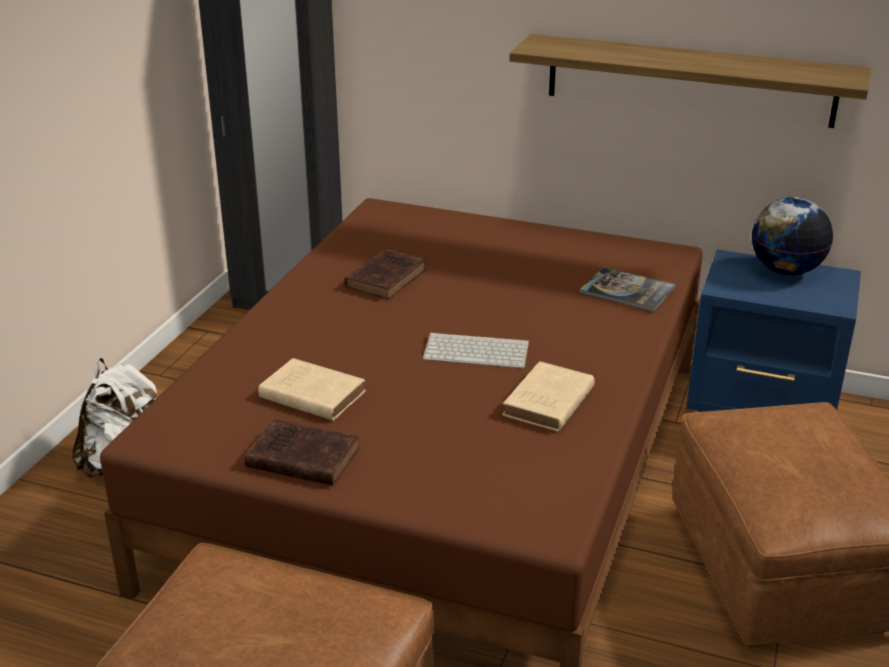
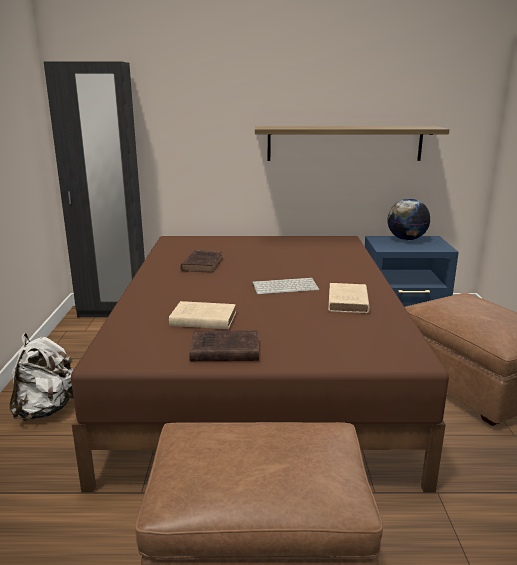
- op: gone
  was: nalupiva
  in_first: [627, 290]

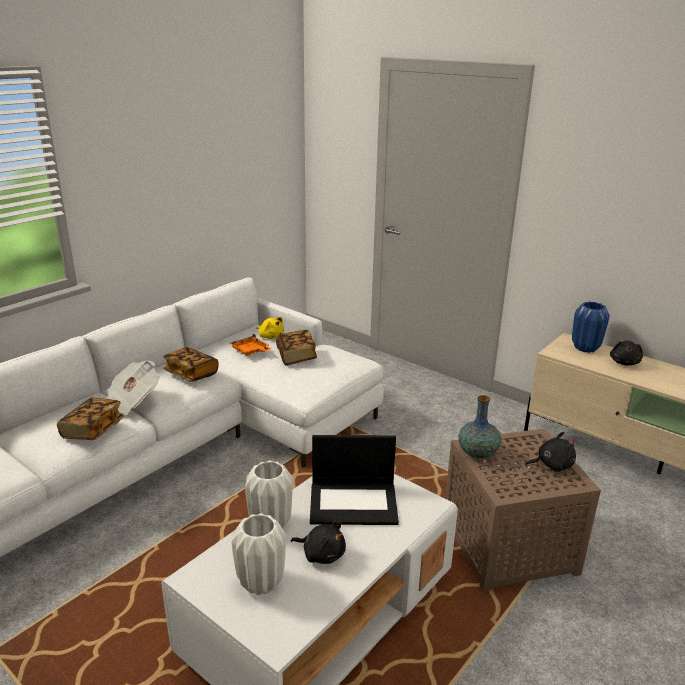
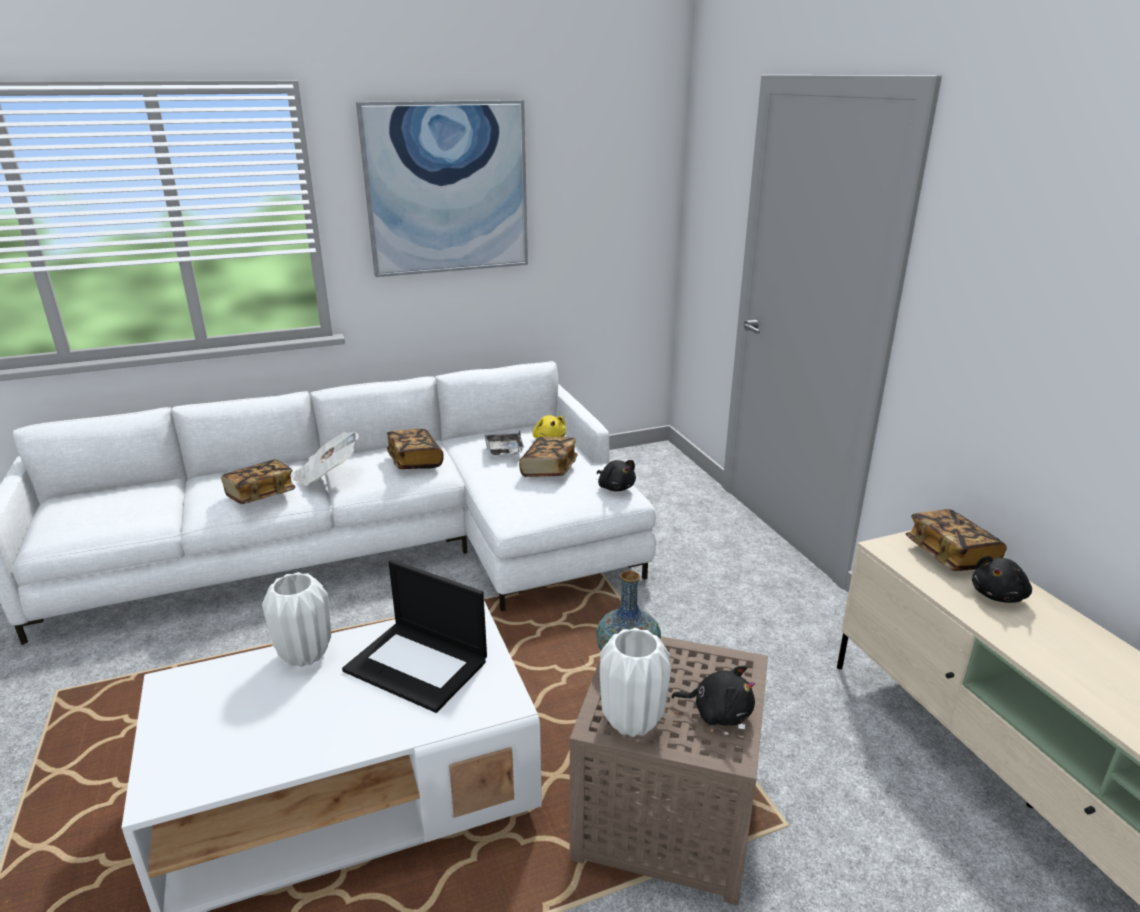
- op: new
  now: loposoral
  in_second: [447, 188]
- op: shifted
  was: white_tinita
  in_first: [261, 583]
  in_second: [633, 721]
- op: shifted
  was: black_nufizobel
  in_first: [322, 554]
  in_second: [615, 487]
- op: swapped
  was: blue_tinita
  now: nalupiva
  in_first: [585, 348]
  in_second: [950, 555]
- op: repainted
  was: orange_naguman
  now: grey_naguman
  in_first: [250, 351]
  in_second: [504, 451]

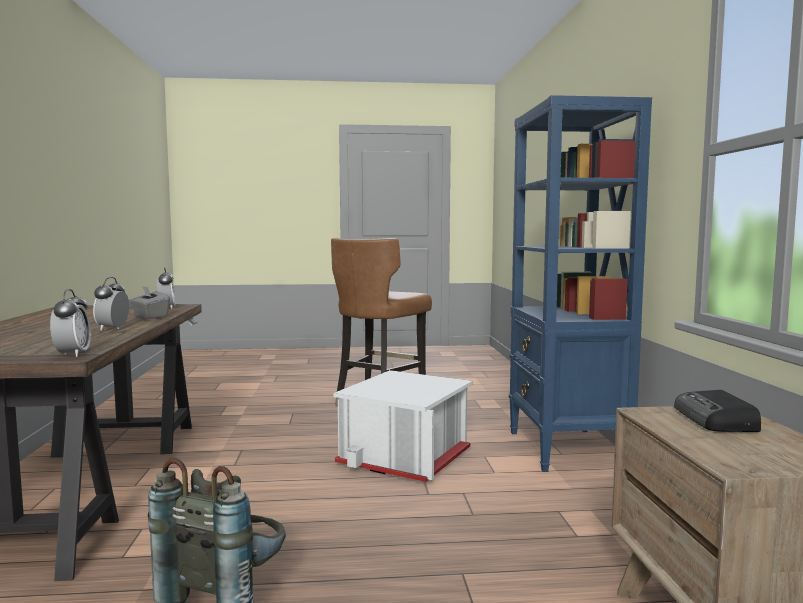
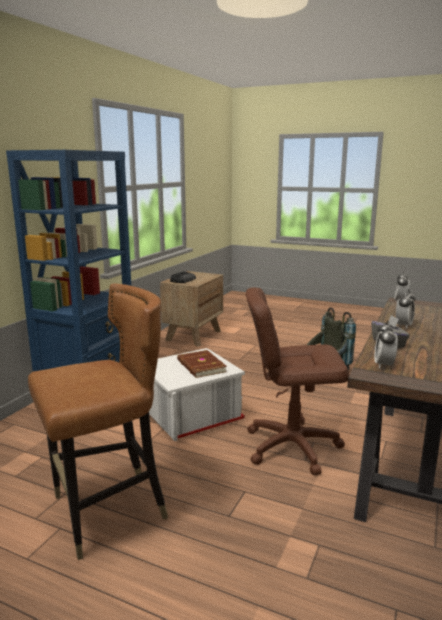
- op: new
  now: brown_nalupiva
  in_second: [200, 366]
- op: new
  now: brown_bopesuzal
  in_second: [292, 446]

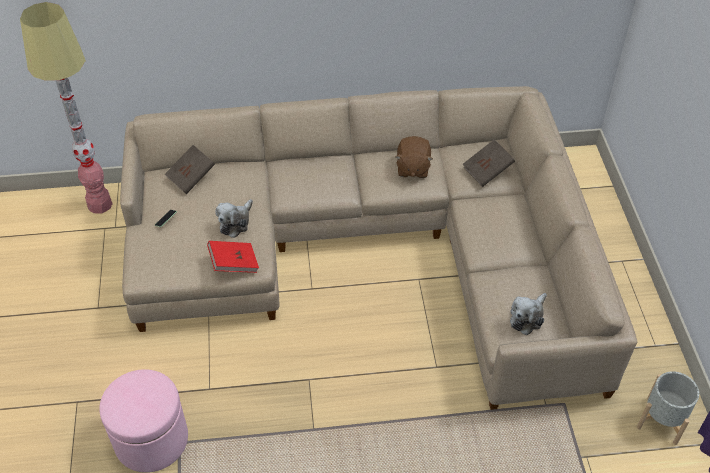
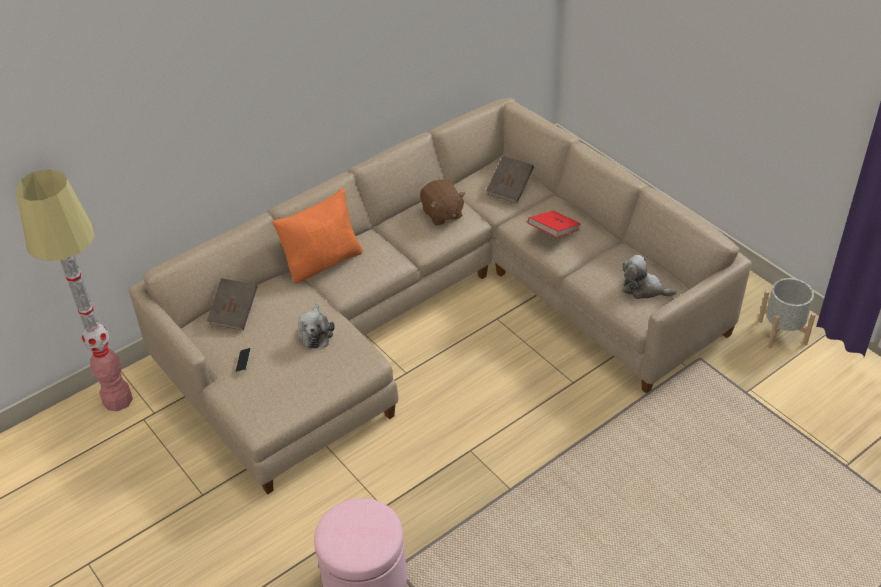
- op: new
  now: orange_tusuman
  in_second: [323, 262]
- op: shifted
  was: red_nalupiva
  in_first: [234, 264]
  in_second: [553, 232]
- op: rotated
  was: nufizobel
  in_first: [527, 317]
  in_second: [644, 289]
  clockwise: 105

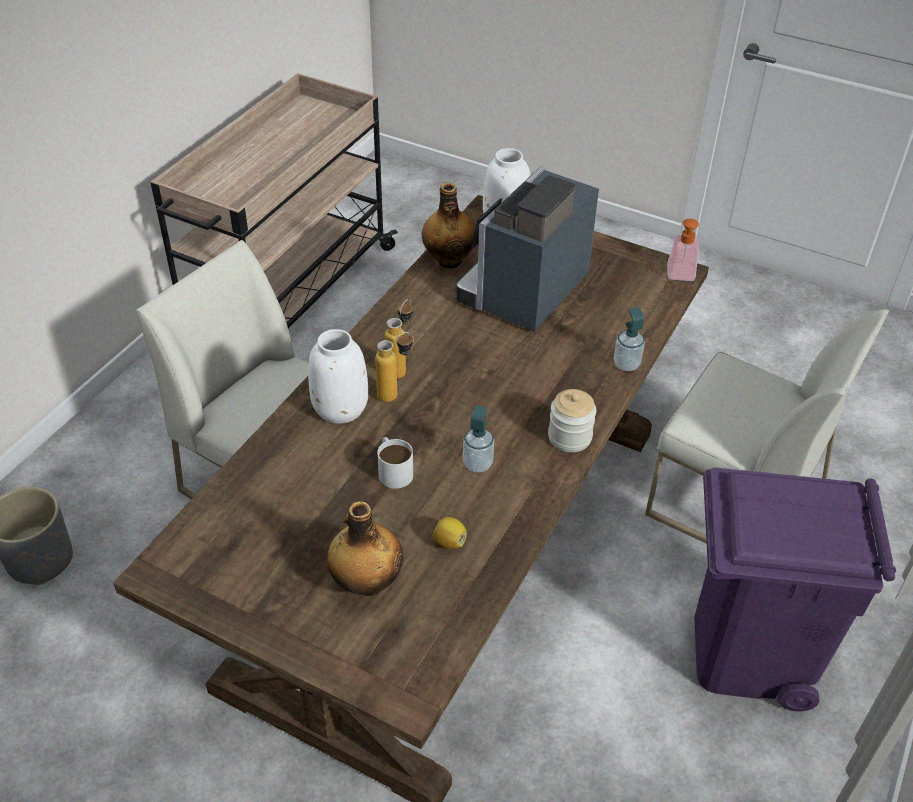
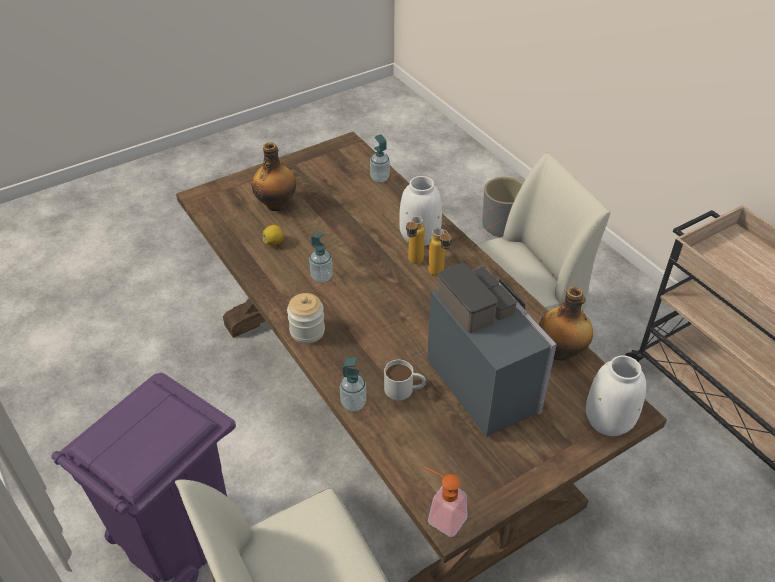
- op: new
  now: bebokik
  in_second: [379, 178]
- op: shifted
  was: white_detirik
  in_first: [393, 470]
  in_second: [404, 389]

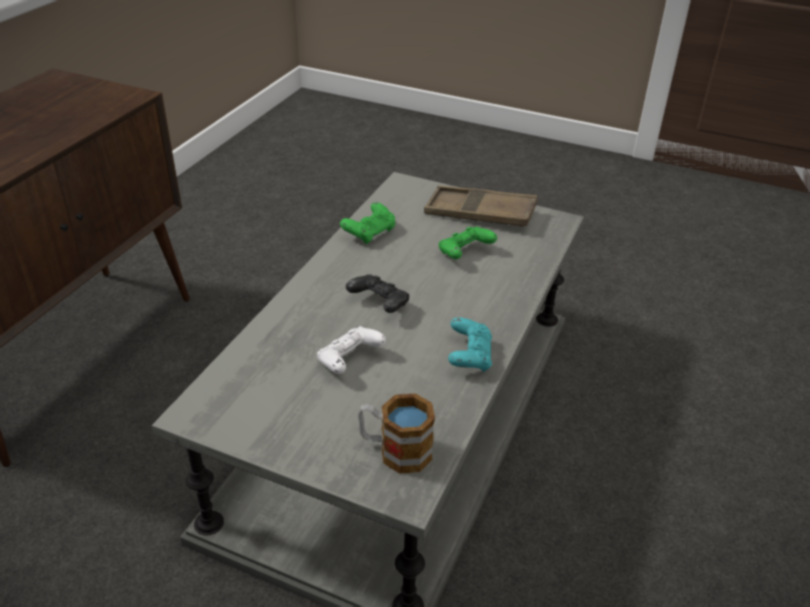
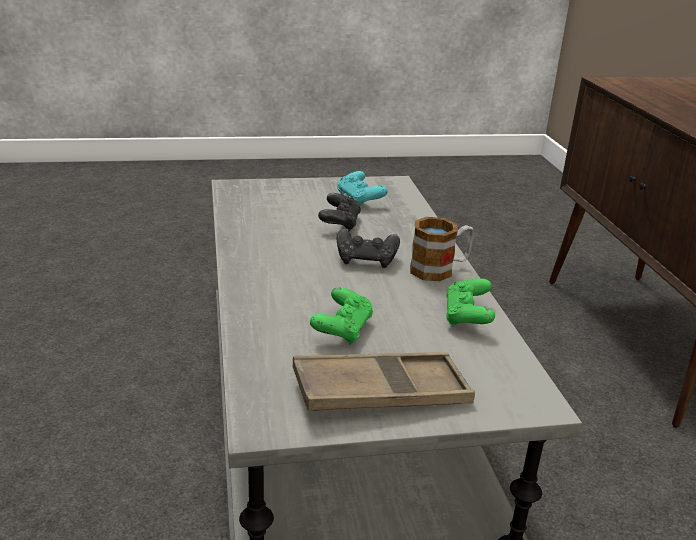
- op: shifted
  was: detirik
  in_first: [395, 451]
  in_second: [440, 269]
- op: shifted
  was: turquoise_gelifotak
  in_first: [469, 356]
  in_second: [359, 199]
- op: repainted
  was: white_gelifotak
  now: black_gelifotak
  in_first: [349, 361]
  in_second: [340, 223]

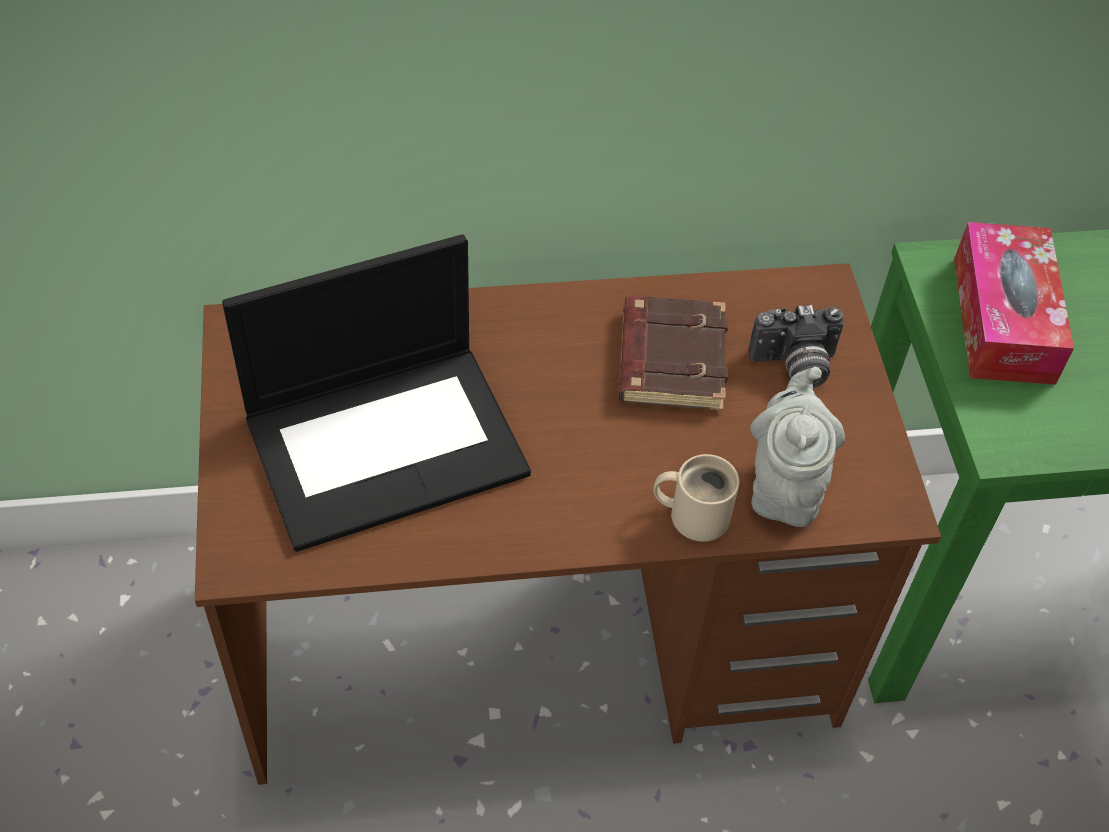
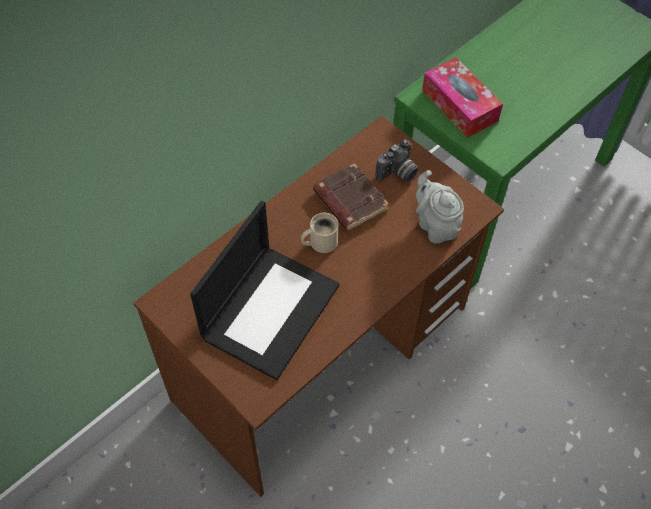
- op: shifted
  was: beige_detirik
  in_first: [694, 513]
  in_second: [320, 241]

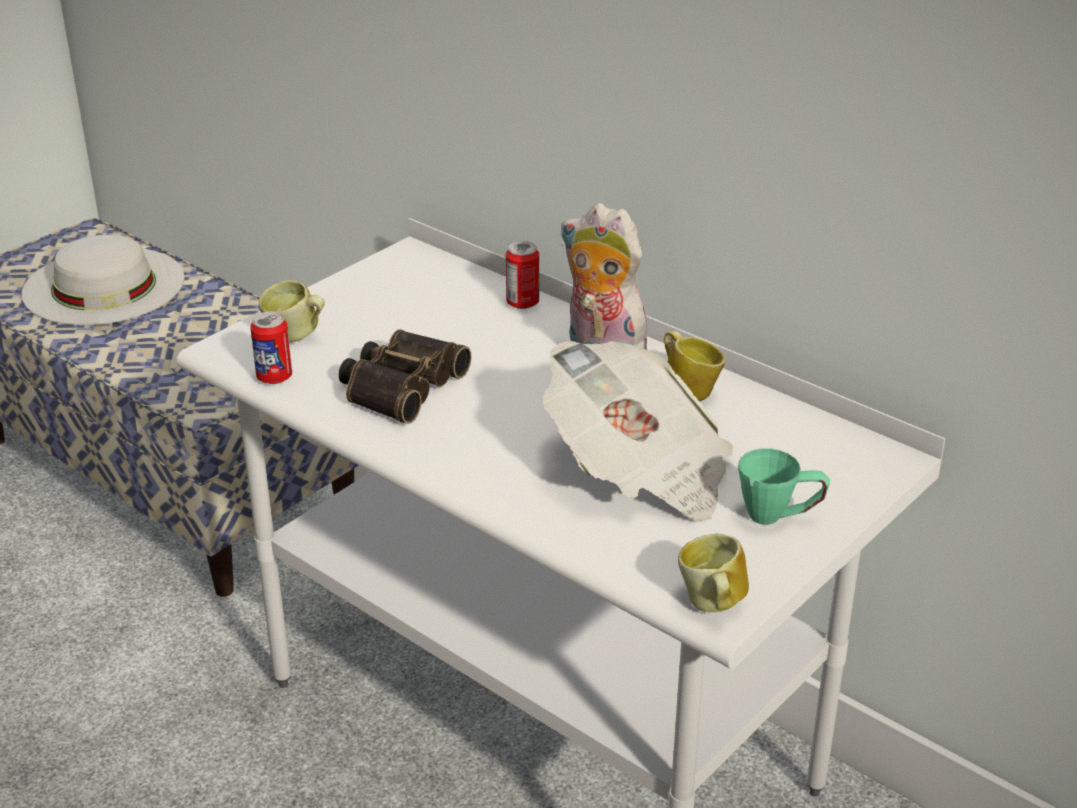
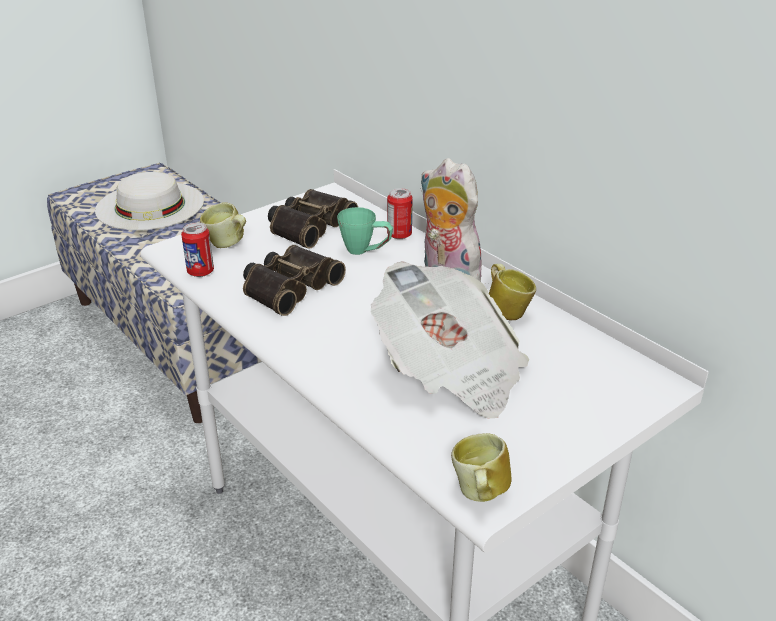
- op: new
  now: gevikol
  in_second: [308, 226]
- op: shifted
  was: green_detirik
  in_first: [779, 516]
  in_second: [365, 251]

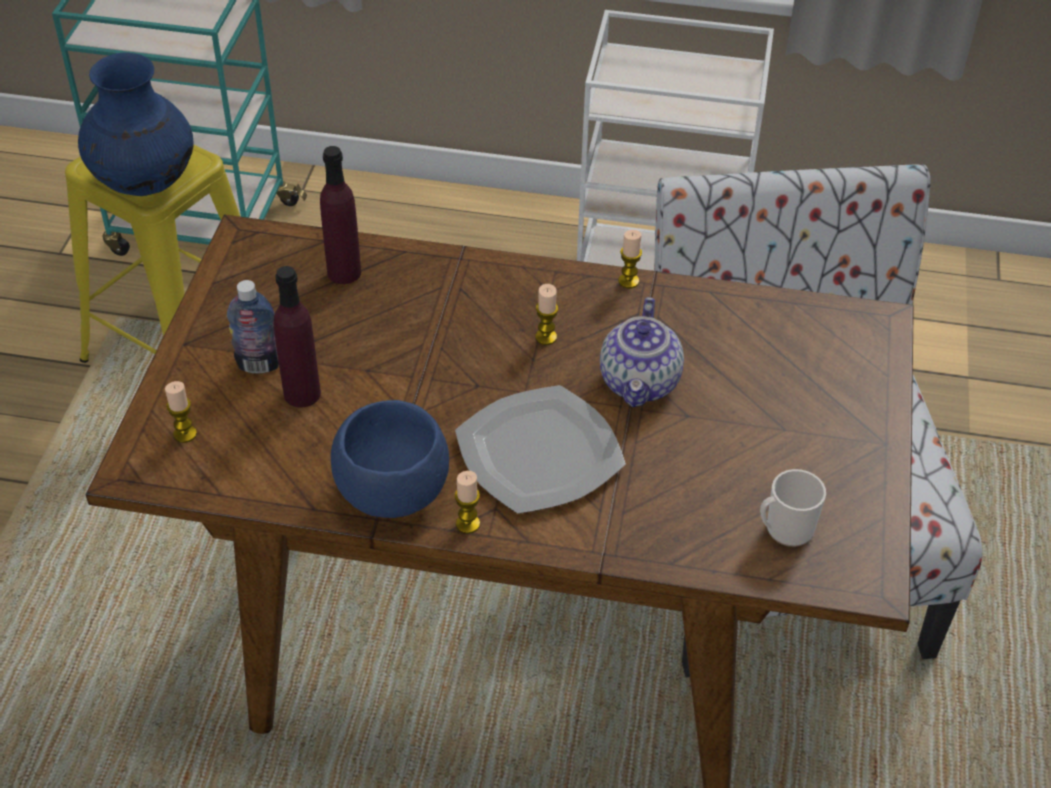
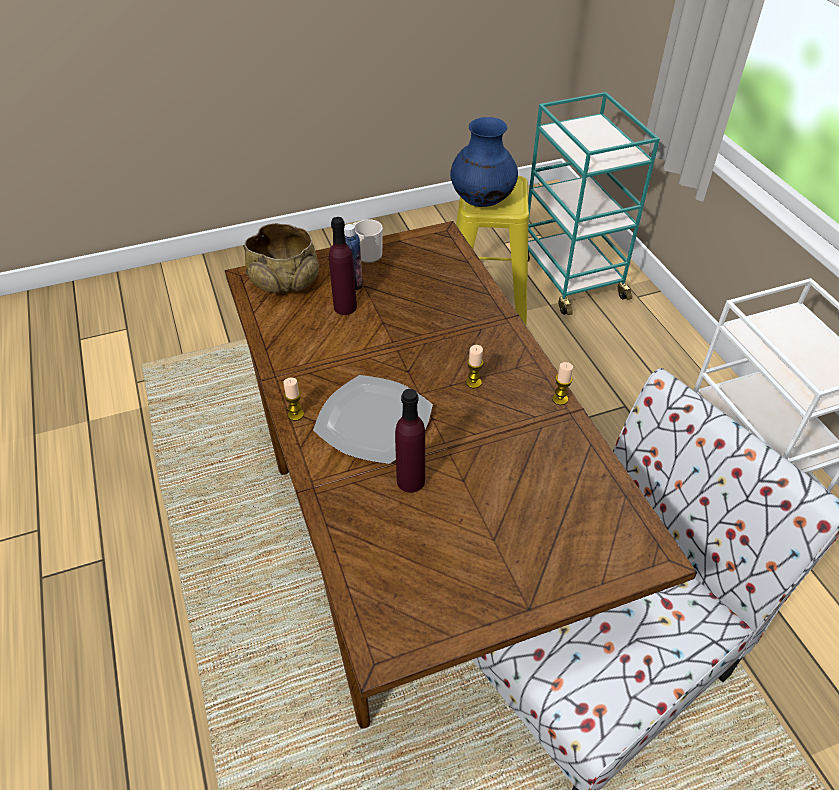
- op: gone
  was: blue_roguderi
  in_first: [393, 494]
- op: gone
  was: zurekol
  in_first: [640, 383]
- op: shifted
  was: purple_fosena
  in_first: [344, 272]
  in_second: [410, 481]
- op: shifted
  was: detirik
  in_first: [784, 530]
  in_second: [367, 254]
- op: swapped
  was: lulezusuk
  now: beige_roguderi
  in_first: [185, 434]
  in_second: [285, 281]

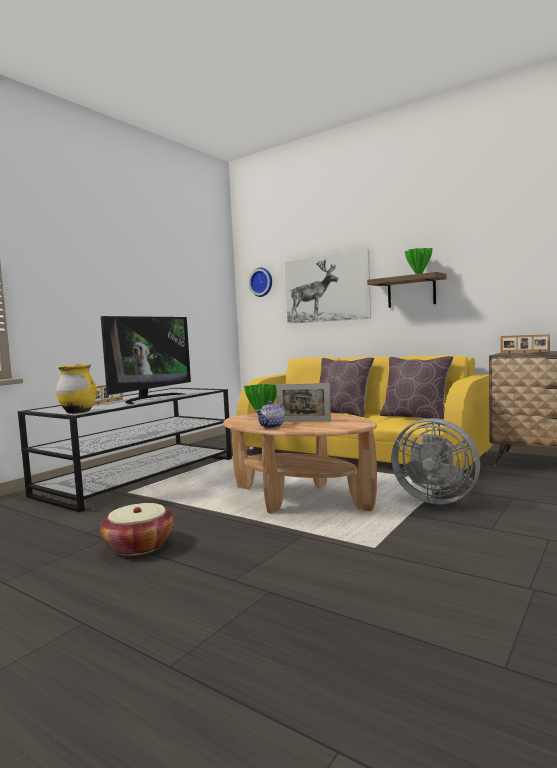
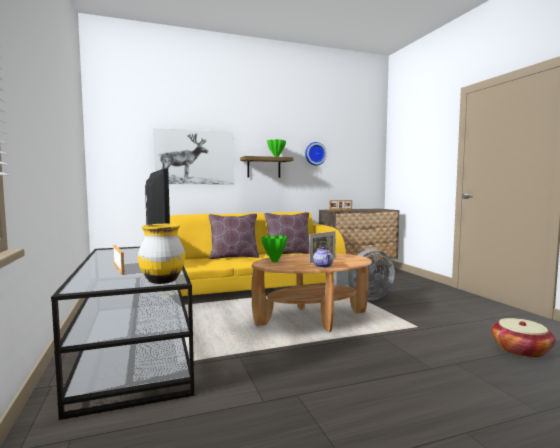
- op: shifted
  was: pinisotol
  in_first: [139, 546]
  in_second: [521, 350]
- op: shifted
  was: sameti
  in_first: [262, 282]
  in_second: [315, 154]

